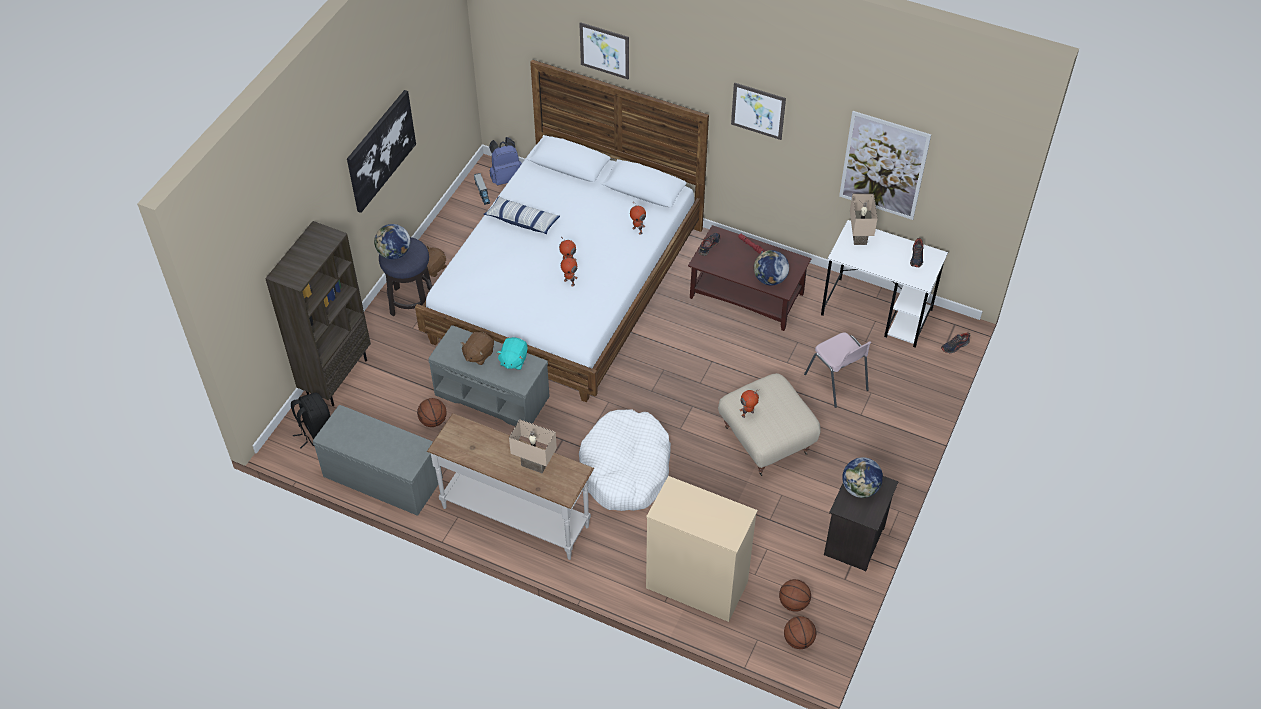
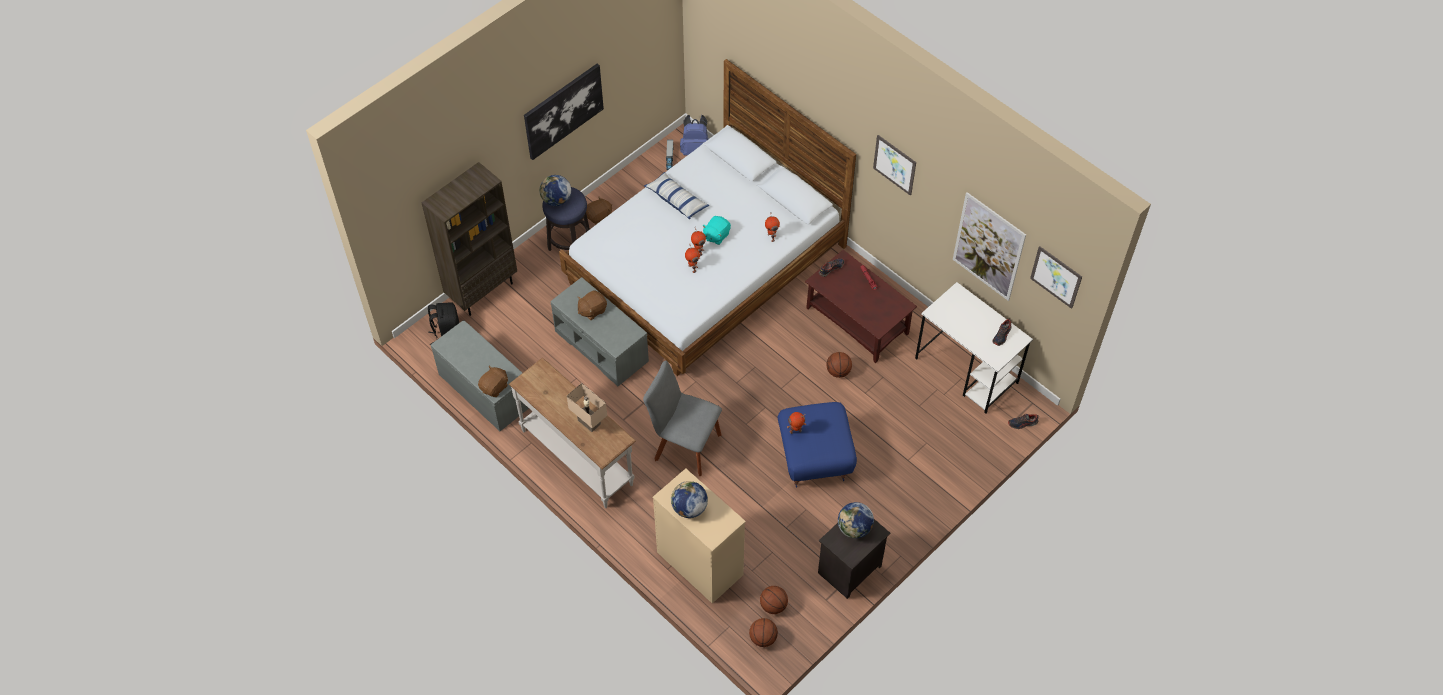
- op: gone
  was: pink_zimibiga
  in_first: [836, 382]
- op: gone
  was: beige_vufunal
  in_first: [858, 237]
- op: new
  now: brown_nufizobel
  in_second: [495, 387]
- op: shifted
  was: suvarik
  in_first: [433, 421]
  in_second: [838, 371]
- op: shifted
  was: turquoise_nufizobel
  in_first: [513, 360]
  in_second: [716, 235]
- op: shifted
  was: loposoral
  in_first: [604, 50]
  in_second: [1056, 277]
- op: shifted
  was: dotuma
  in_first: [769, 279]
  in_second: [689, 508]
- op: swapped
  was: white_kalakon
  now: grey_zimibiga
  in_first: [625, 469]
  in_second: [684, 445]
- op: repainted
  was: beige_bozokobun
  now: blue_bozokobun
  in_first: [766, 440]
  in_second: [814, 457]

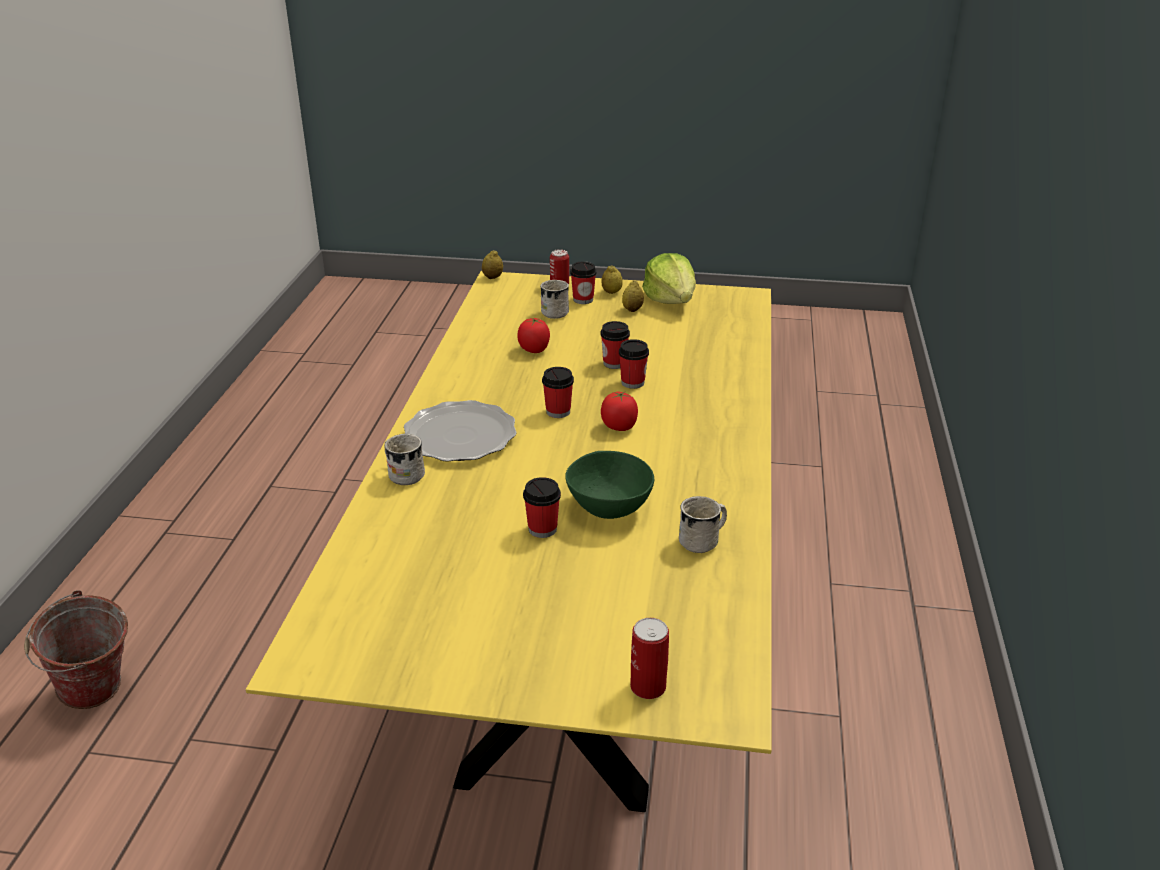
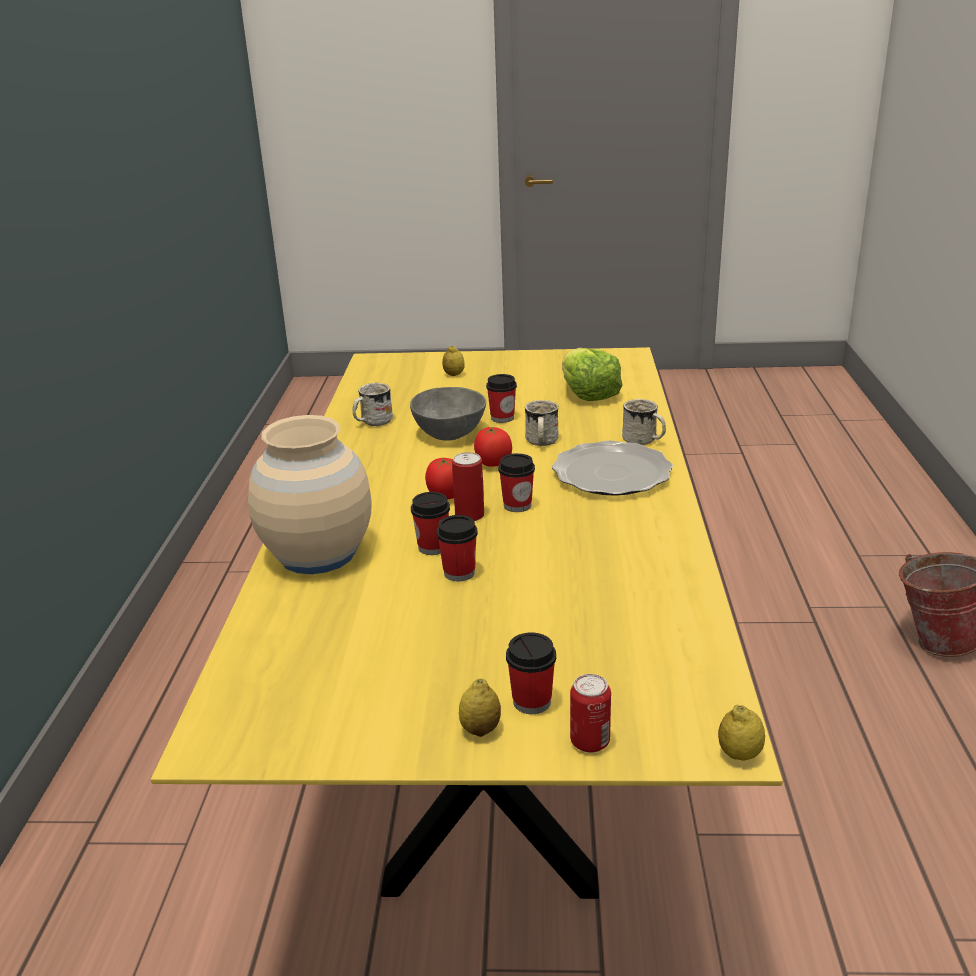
- op: new
  now: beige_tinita
  in_second: [317, 554]
- op: shifted
  was: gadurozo
  in_first: [534, 349]
  in_second: [493, 463]
- op: shifted
  was: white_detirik
  in_first: [556, 311]
  in_second: [541, 442]
- op: shifted
  was: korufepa
  in_first: [632, 309]
  in_second: [454, 375]
- op: shifted
  was: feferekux
  in_first: [648, 687]
  in_second: [469, 515]
- op: shifted
  was: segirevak
  in_first: [671, 300]
  in_second: [588, 394]
- op: repainted
  was: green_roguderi
  now: grey_roguderi
  in_first: [609, 509]
  in_second: [450, 433]

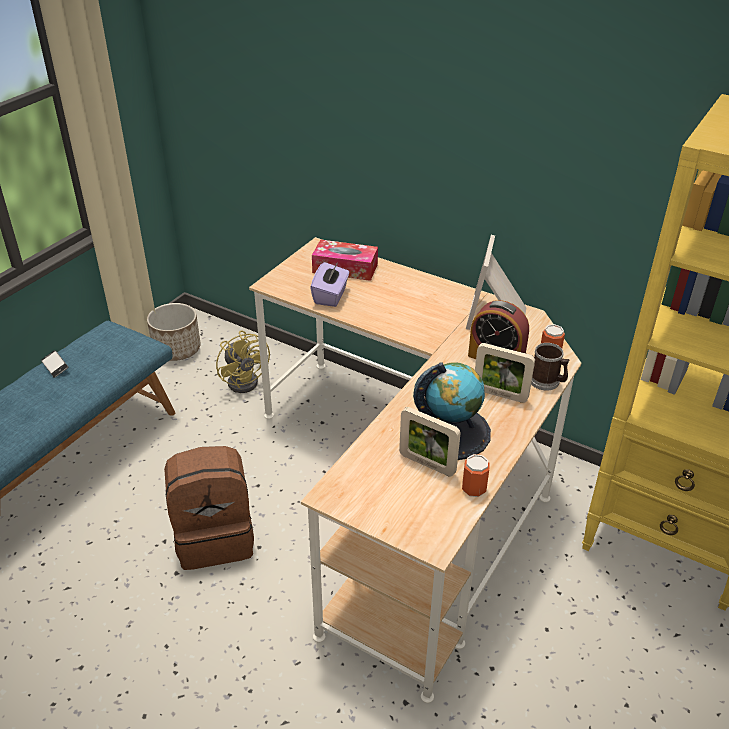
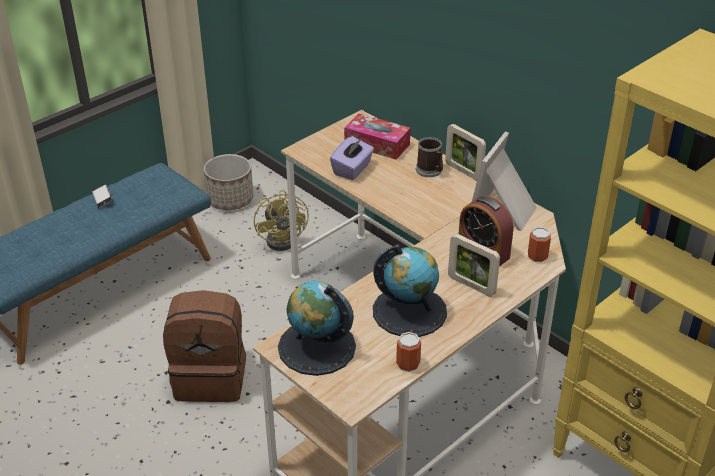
- op: new
  now: dotuma
  in_second: [316, 347]
- op: shifted
  was: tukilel
  in_first: [427, 464]
  in_second: [463, 171]
- op: shifted
  was: detirik
  in_first: [547, 382]
  in_second: [430, 171]

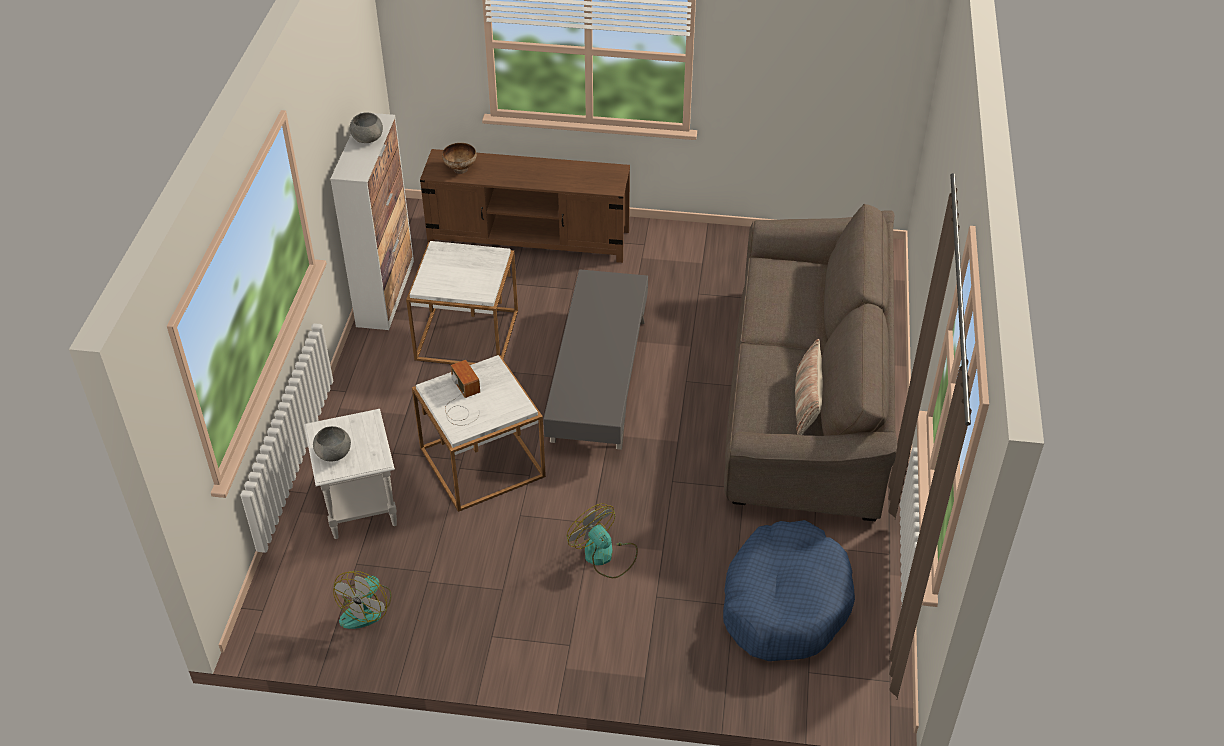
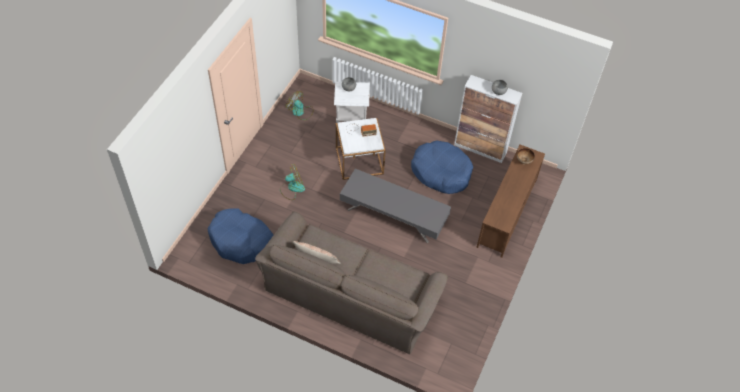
- op: swapped
  was: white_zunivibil
  now: blue_kalakon
  in_first: [467, 335]
  in_second: [441, 172]

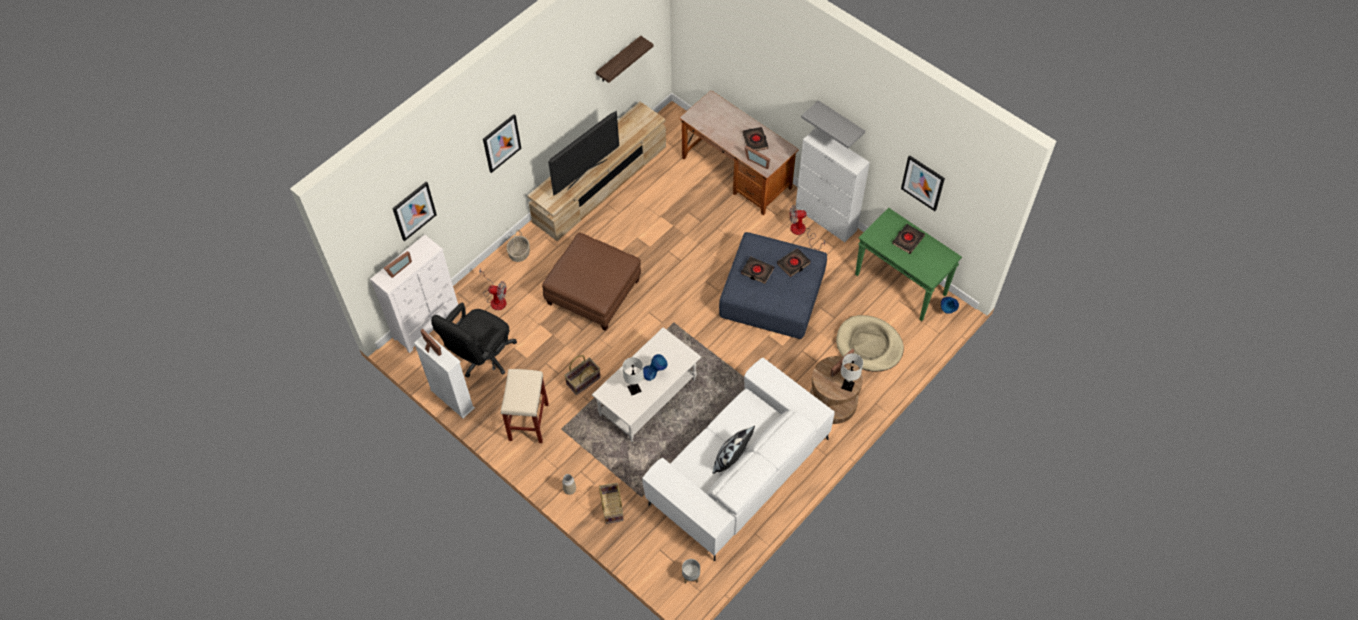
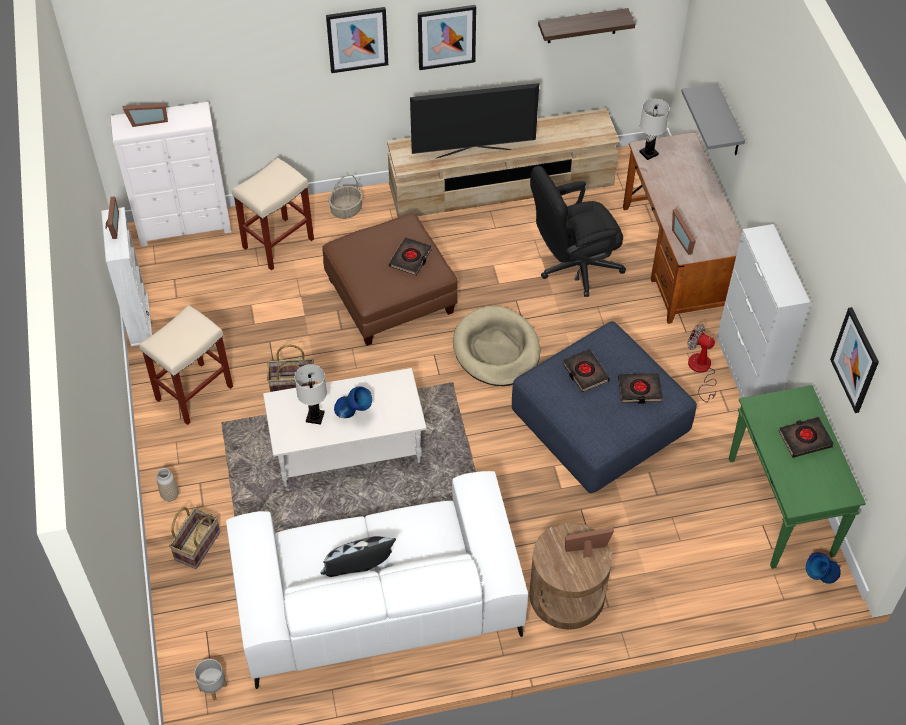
- op: shifted
  was: loposoral
  in_first: [414, 211]
  in_second: [446, 36]
- op: shifted
  was: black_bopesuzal
  in_first: [481, 358]
  in_second: [573, 268]
- op: shifted
  was: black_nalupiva
  in_first: [755, 141]
  in_second: [410, 259]
- op: shifted
  was: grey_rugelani
  in_first: [840, 122]
  in_second: [728, 122]
- op: shifted
  was: beige_kalakon
  in_first: [869, 345]
  in_second: [496, 350]
- op: shifted
  was: white_vufunal
  in_first: [848, 385]
  in_second: [649, 153]
- op: swapped
  was: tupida
  now: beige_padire
  in_first: [496, 299]
  in_second: [278, 242]

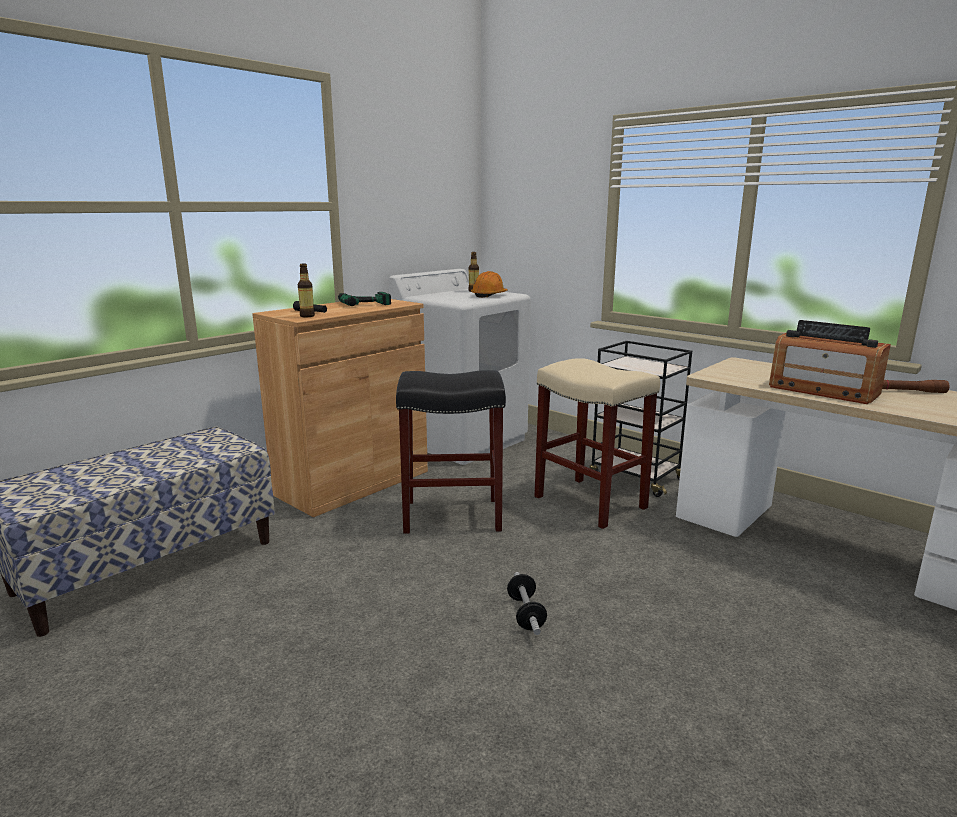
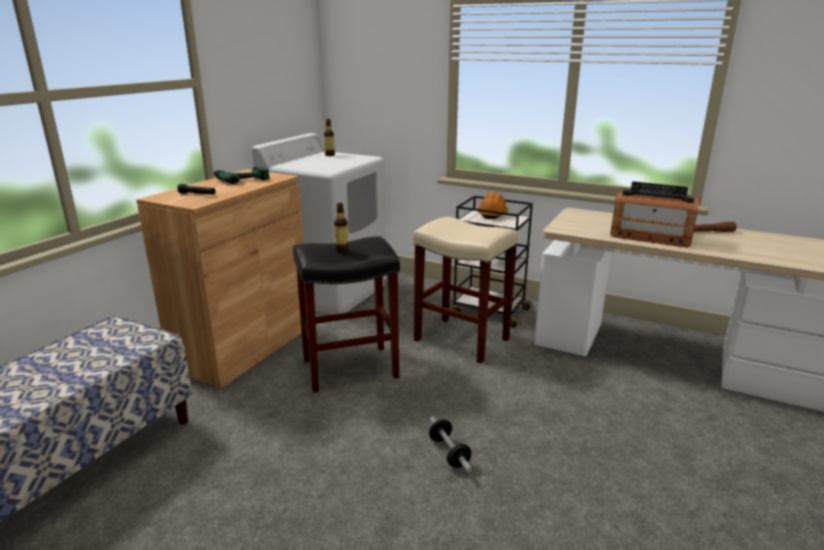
- op: shifted
  was: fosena
  in_first: [307, 316]
  in_second: [342, 250]
- op: shifted
  was: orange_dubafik
  in_first: [489, 295]
  in_second: [492, 214]

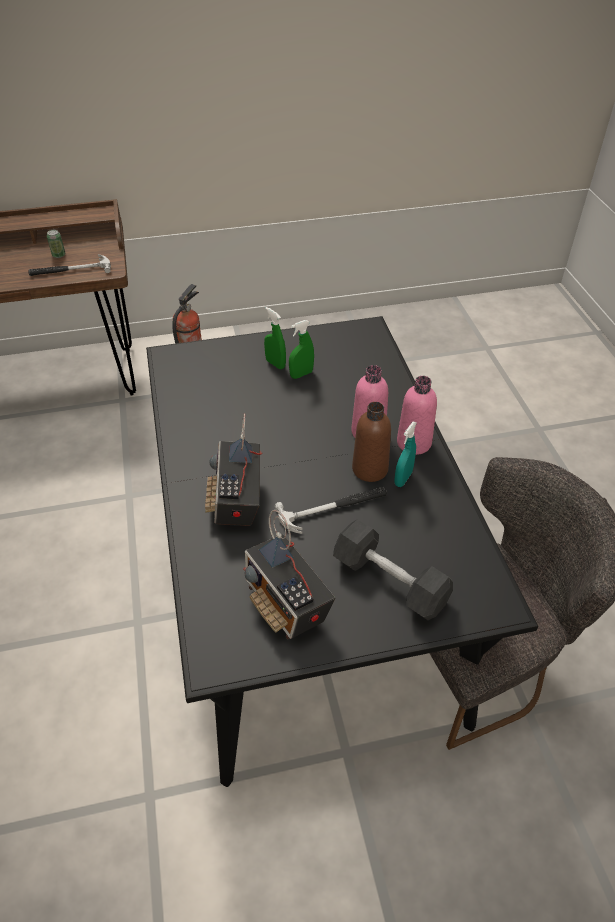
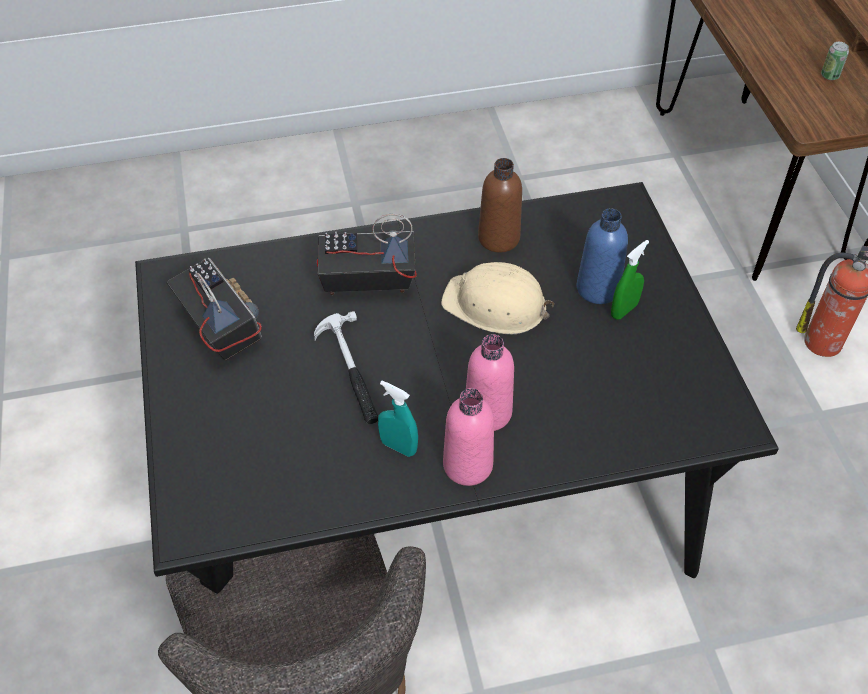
- op: gone
  was: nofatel
  in_first: [70, 270]
- op: gone
  was: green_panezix
  in_first: [301, 374]
- op: gone
  was: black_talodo
  in_first: [390, 581]
- op: new
  now: beige_dubafik
  in_second: [495, 305]
- op: new
  now: blue_fosena
  in_second: [598, 288]
- op: shifted
  was: brown_fosena
  in_first: [370, 469]
  in_second: [498, 238]
- op: rotated
  was: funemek
  in_first: [287, 604]
  in_second: [221, 329]
  clockwise: 90

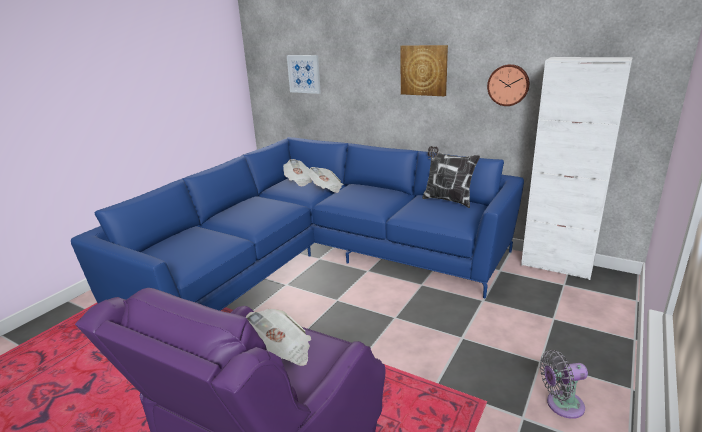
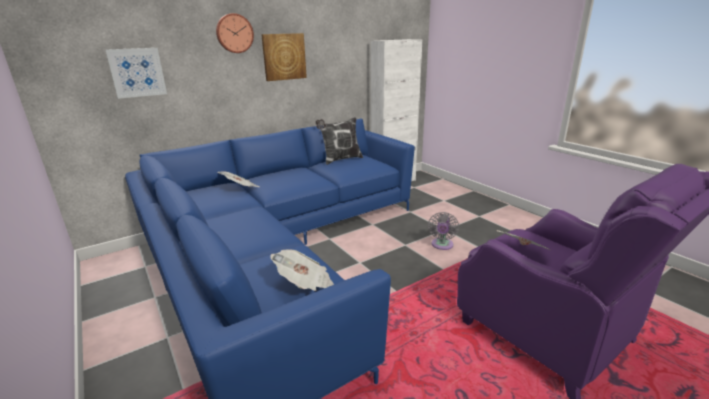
- op: shifted
  was: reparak
  in_first: [300, 181]
  in_second: [305, 284]
- op: shifted
  was: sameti
  in_first: [508, 85]
  in_second: [234, 33]
- op: shifted
  was: grey_tupida
  in_first: [561, 405]
  in_second: [442, 245]

